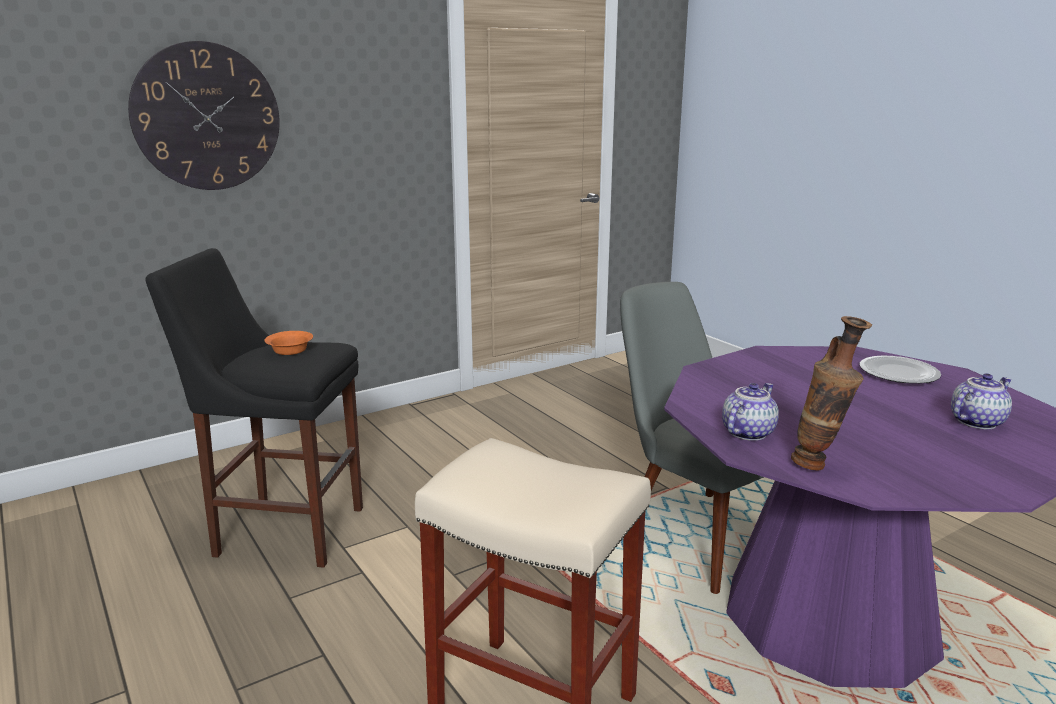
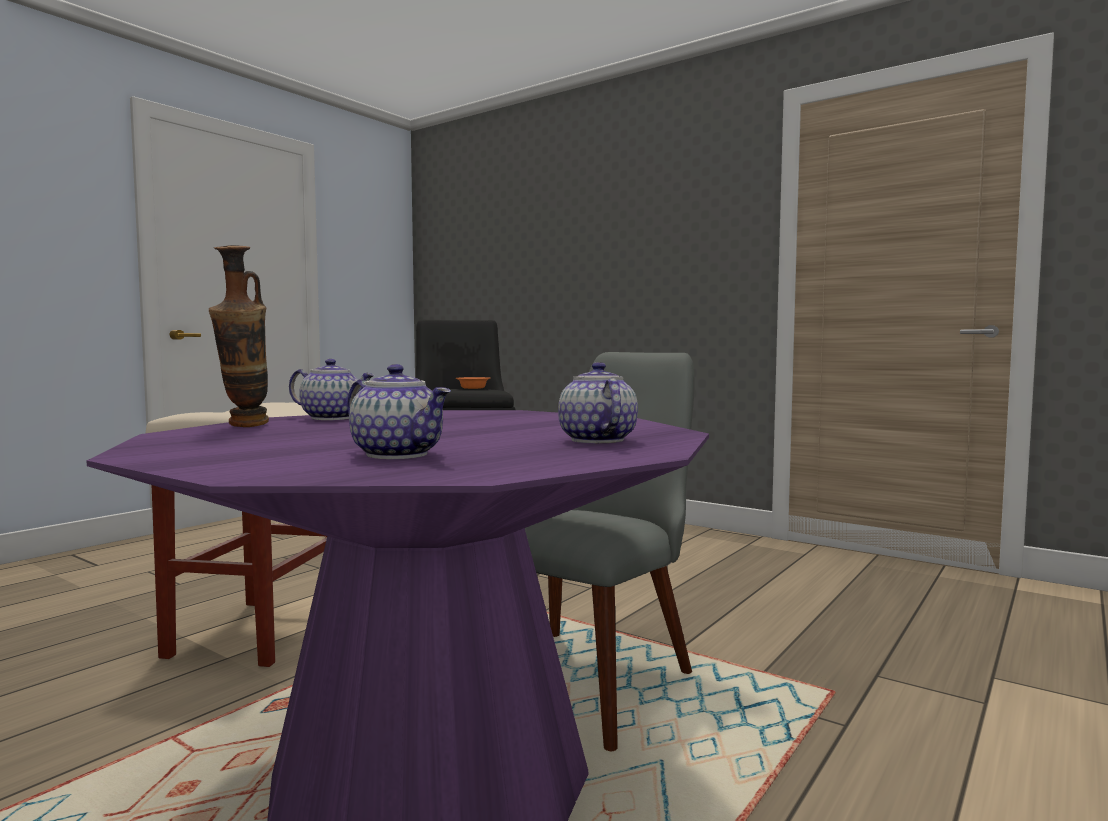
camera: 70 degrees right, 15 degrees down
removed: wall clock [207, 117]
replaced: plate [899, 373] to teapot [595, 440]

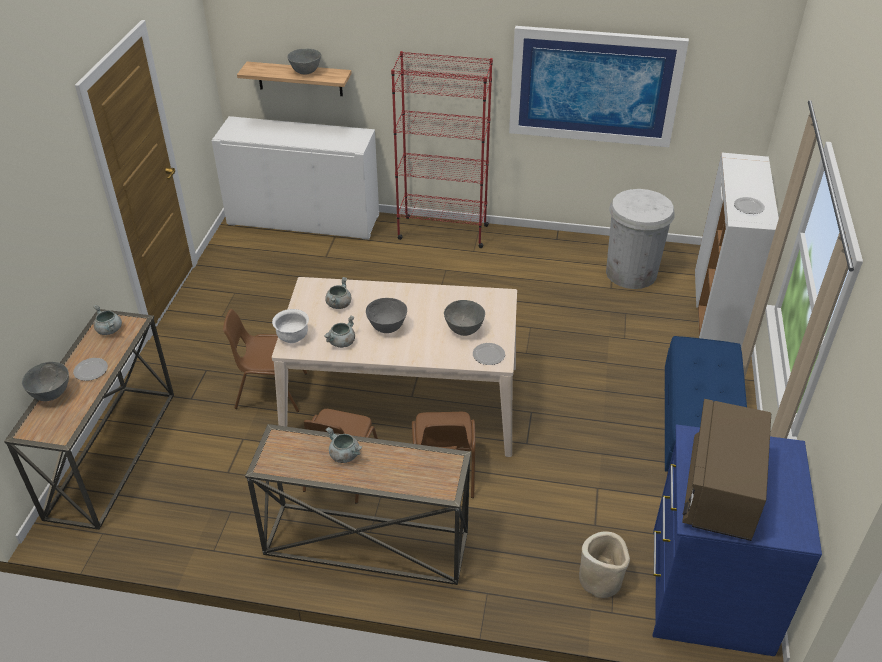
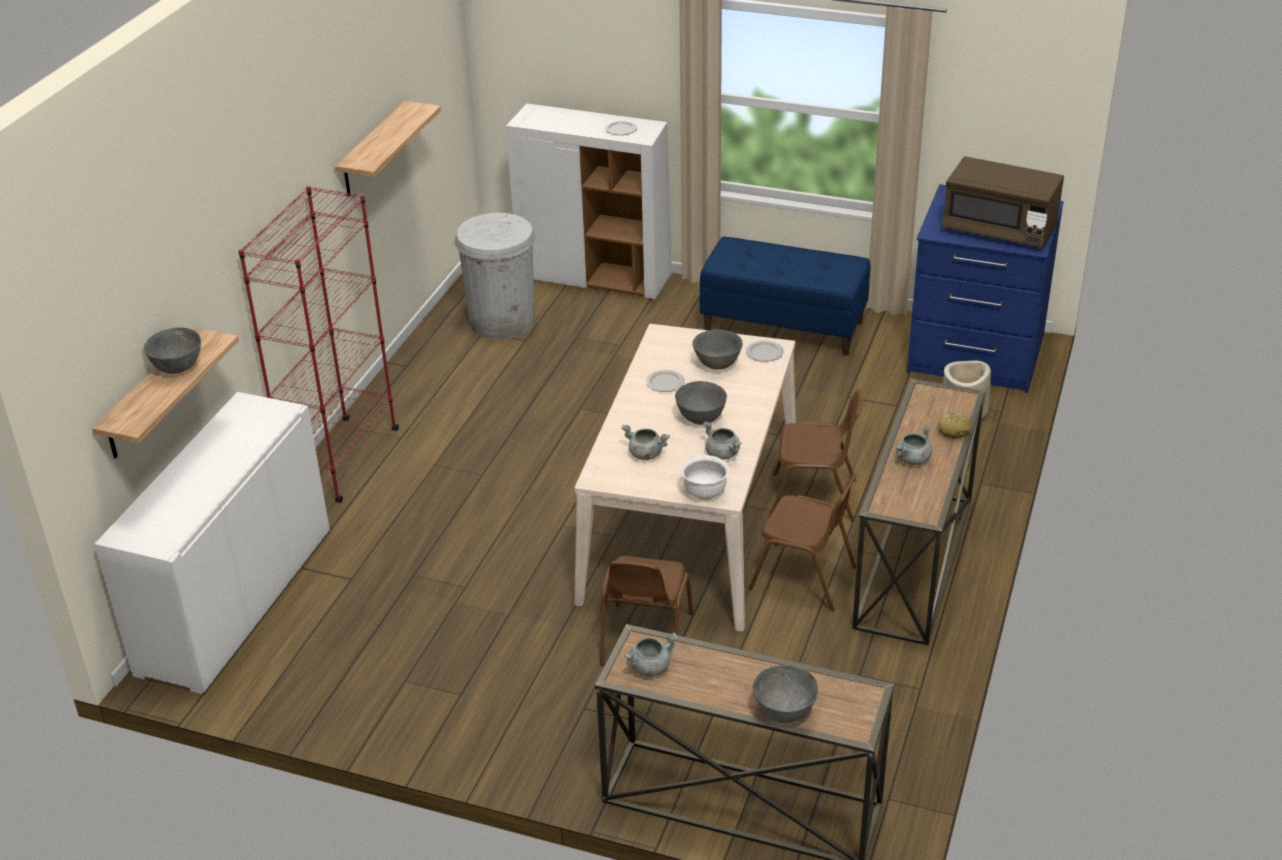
camera: 80 degrees left, 5 degrees down
added: bread [954, 431]
moved: plate [91, 370] to [665, 382]
replaced: picture [594, 86] to shelf [373, 150]

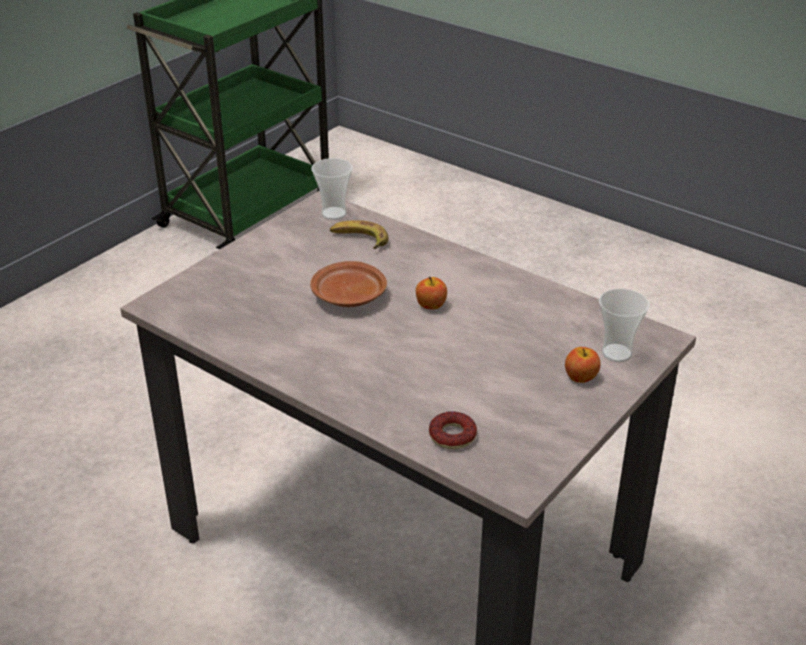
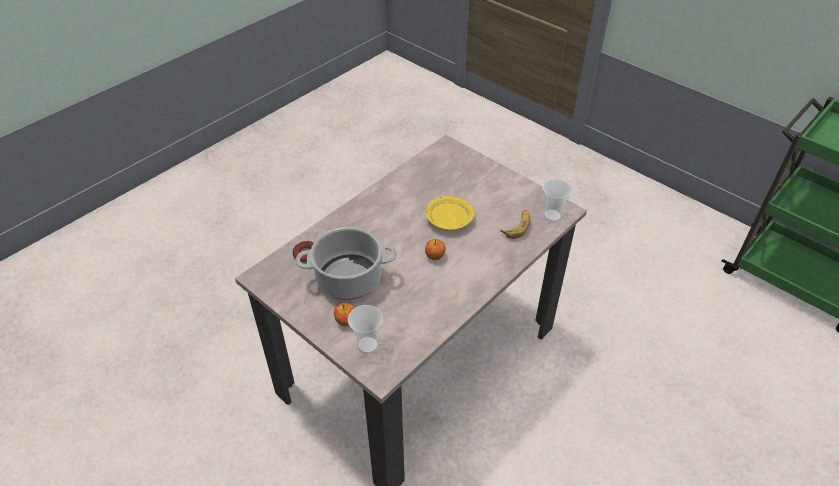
camera: 95 degrees right, 10 degrees up
added: cooking pot [348, 279]
recoloured: plate (brown) [349, 296] to plate (yellow) [448, 219]

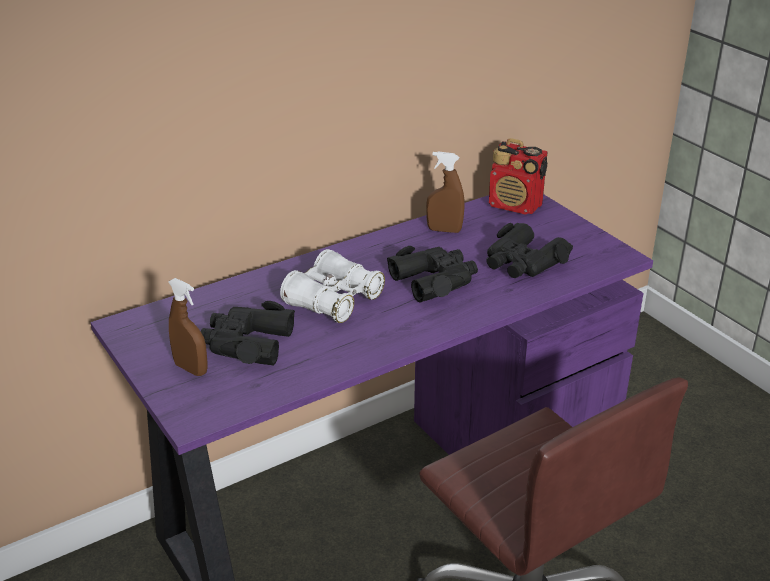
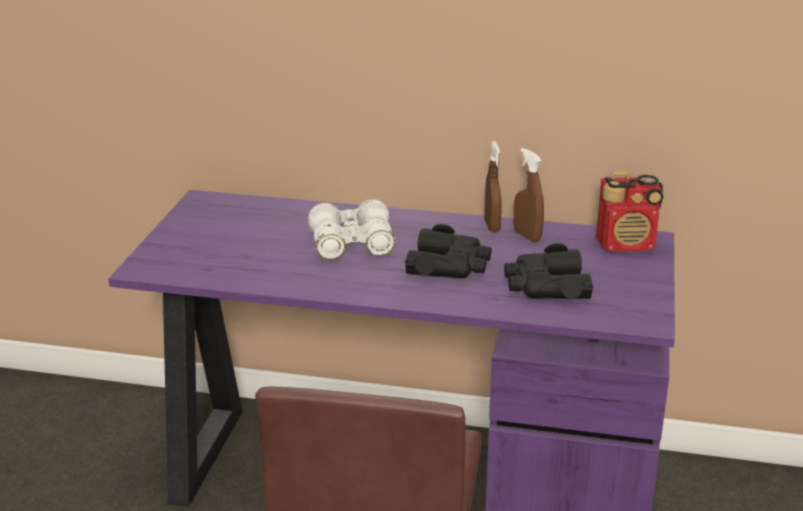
camera: 45 degrees right, 5 degrees down
removed: binoculars (black) [246, 343]
moved: spray bottle (brown) [191, 369] to [492, 226]
turned: radio [515, 206] = [627, 244] 75 degrees counterclockwise

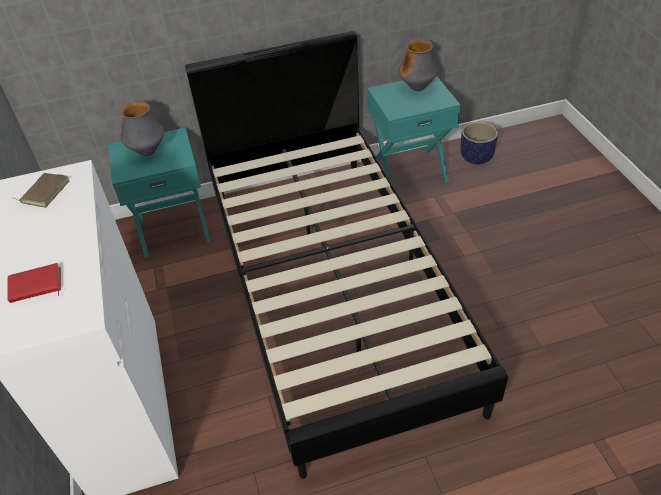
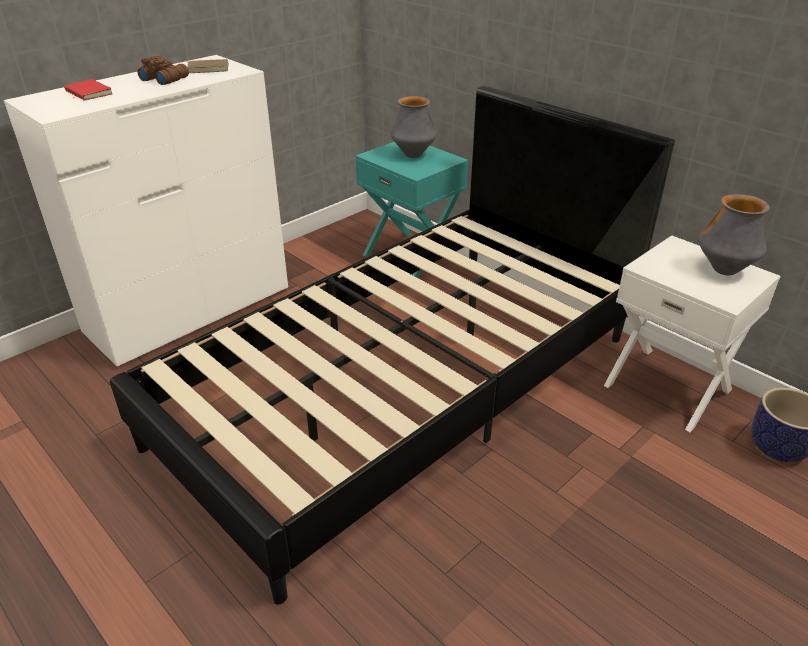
camera: 60 degrees right, 10 degrees down
added: binoculars (brown) [165, 79]
recoloured: nightstand (turquoise) [409, 171] to nightstand (white) [668, 386]

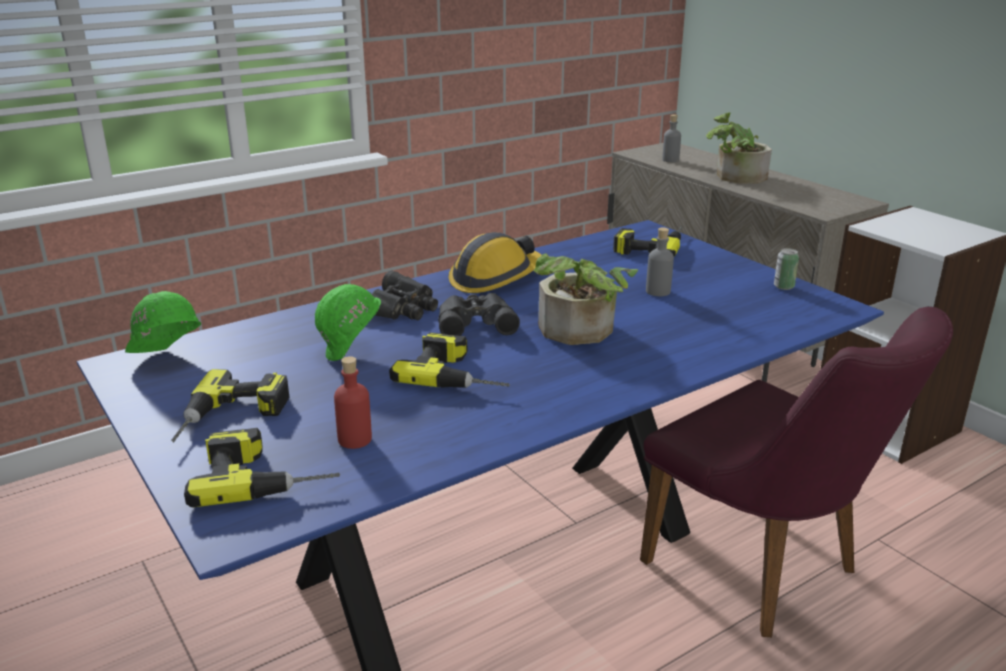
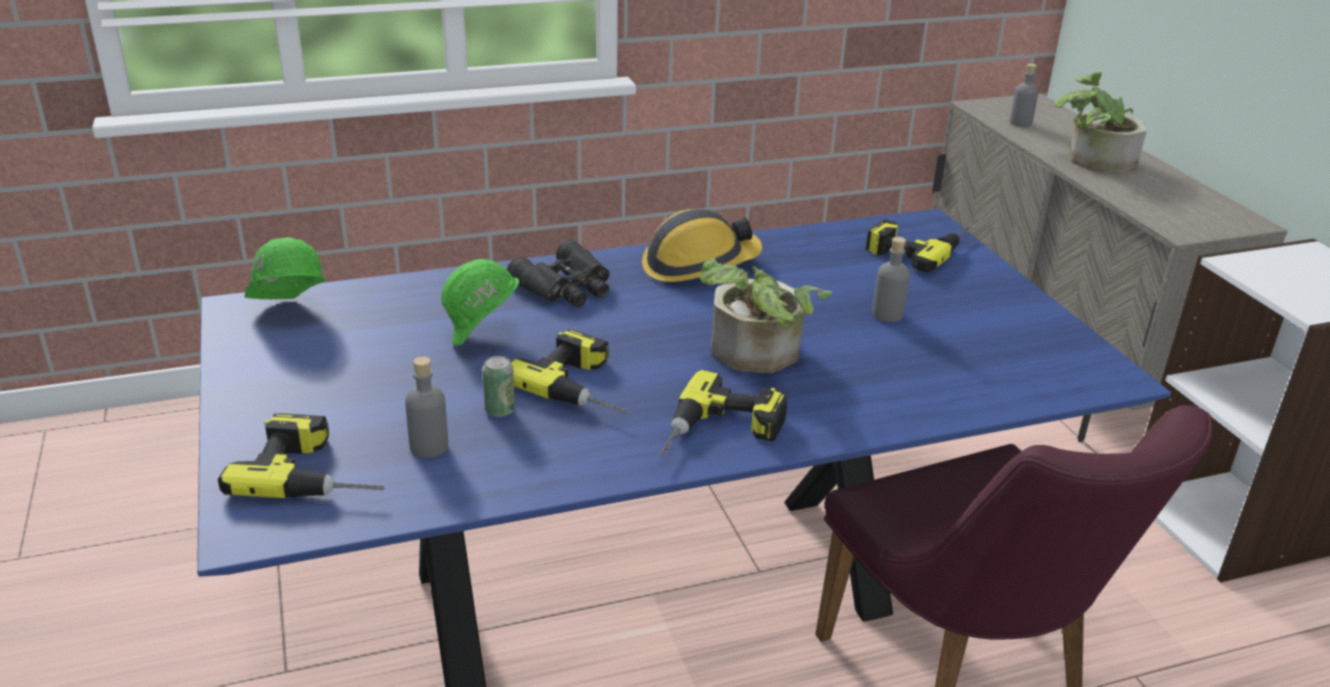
camera: 15 degrees right, 5 degrees up
removed: binoculars (black) [475, 322]
moved: power drill [232, 418] to [721, 434]; can [783, 287] to [500, 410]
recoloured: bottle (red) [355, 439] to bottle (grey) [429, 447]

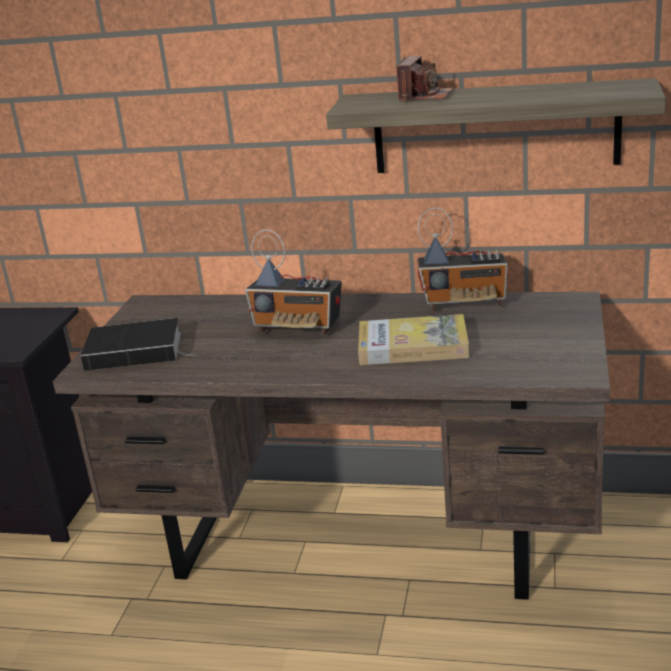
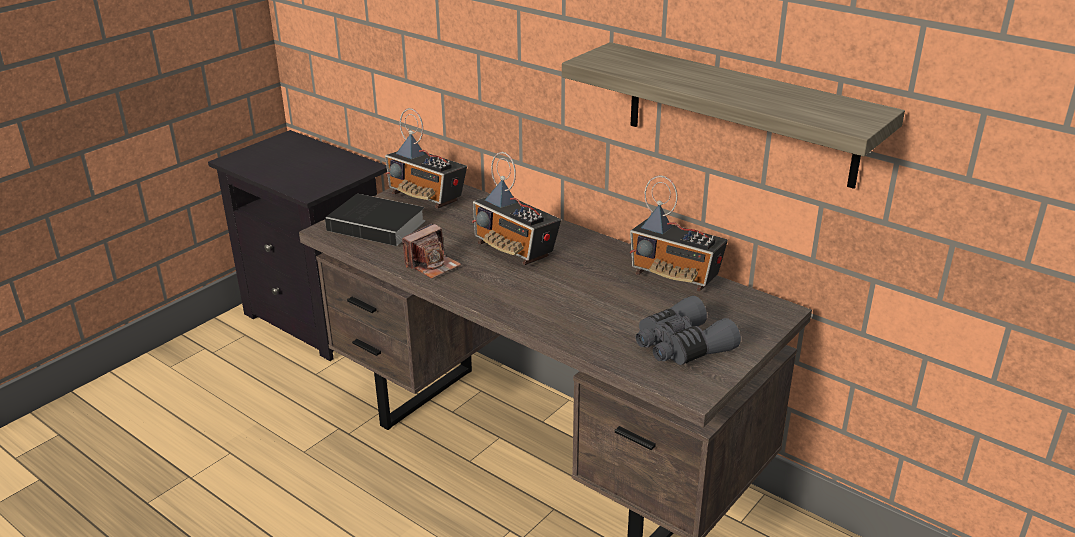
camera: 25 degrees right, 5 degrees up
removed: book [413, 345]
added: radio [427, 197]; binoculars (grey) [681, 346]
moved: photo camera [425, 96] to [432, 265]

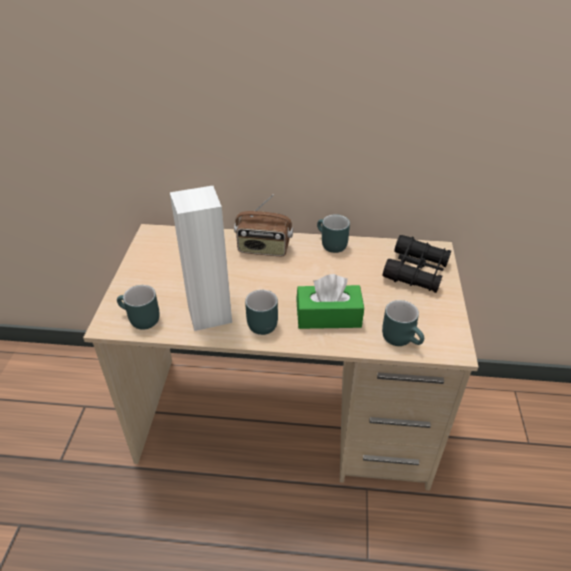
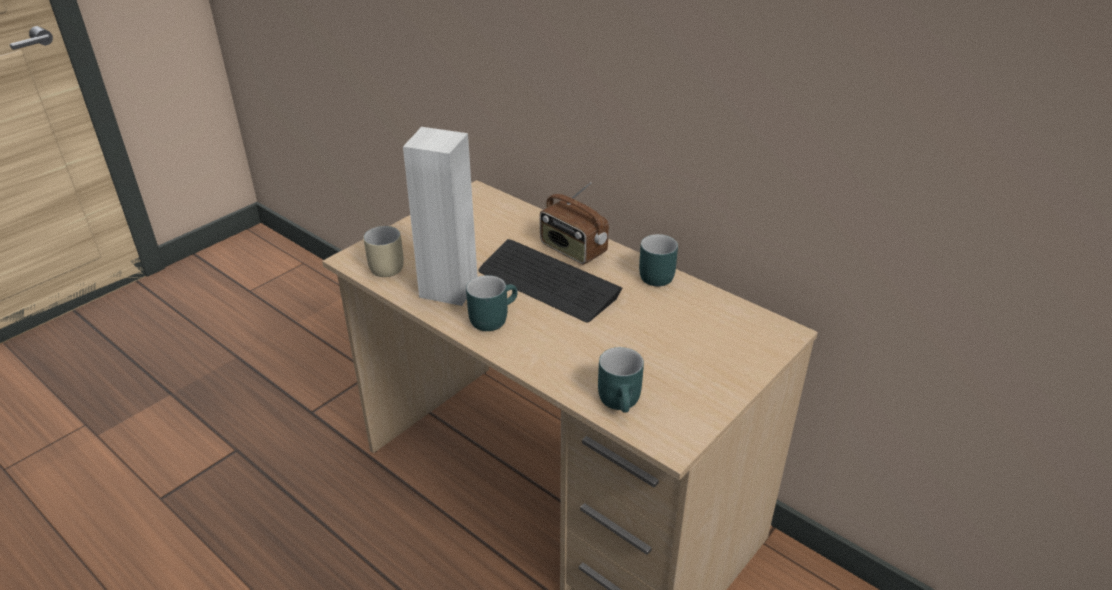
camera: 35 degrees right, 5 degrees down
removed: tissue box (green) [328, 316]; binoculars (black) [416, 271]
added: keyboard [548, 283]
recoloured: mug (turquoise) [139, 320] to mug (beige) [382, 266]

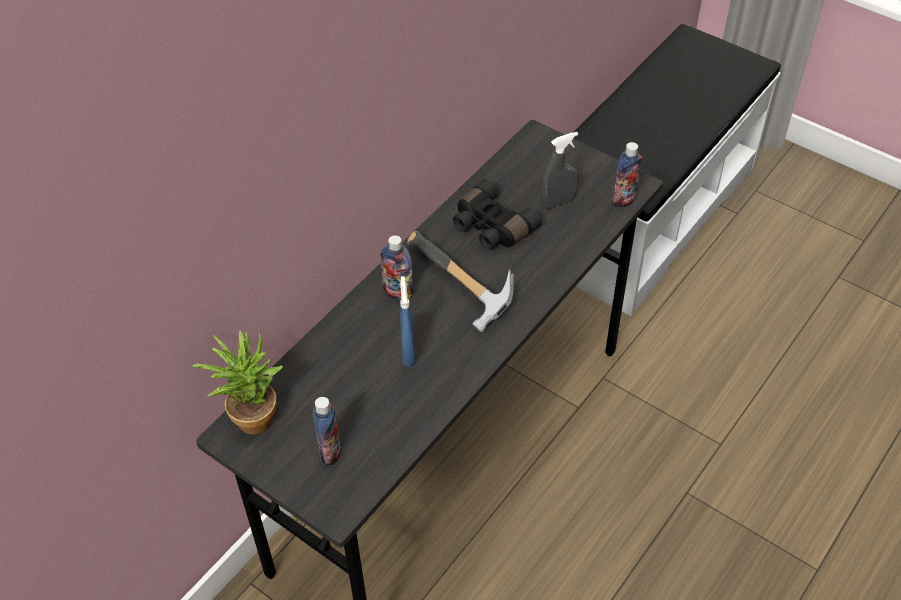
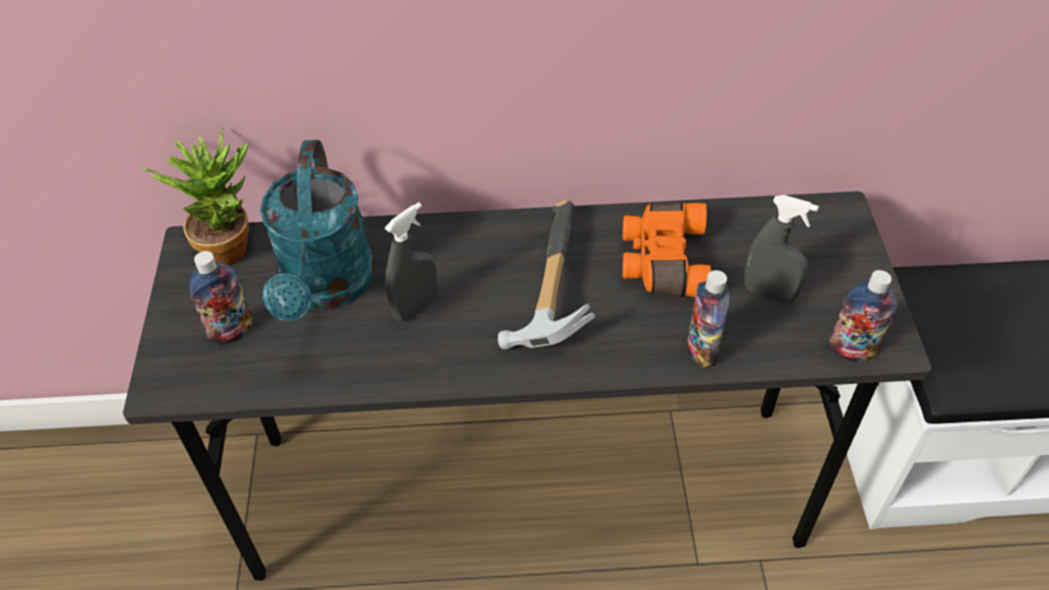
camera: 50 degrees right, 0 degrees up
added: watering can (turquoise) [326, 289]
moved: bottle [398, 292] to [701, 351]
recoloured: spray bottle (blue) [408, 353] to spray bottle (grey) [415, 307]; binoculars (black) [491, 227] to binoculars (orange) [662, 261]

